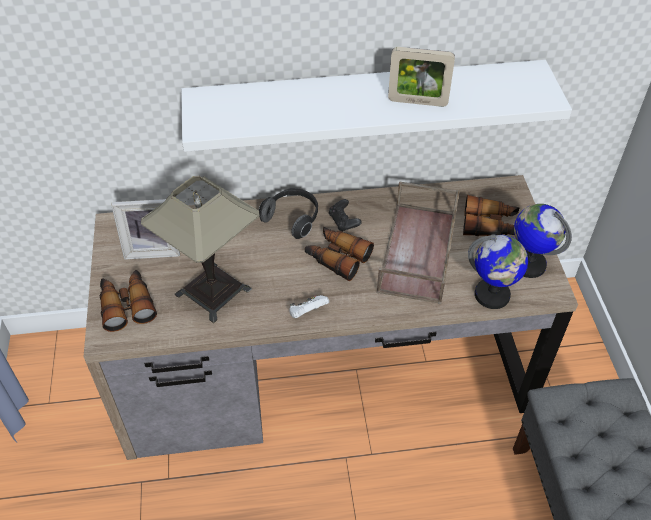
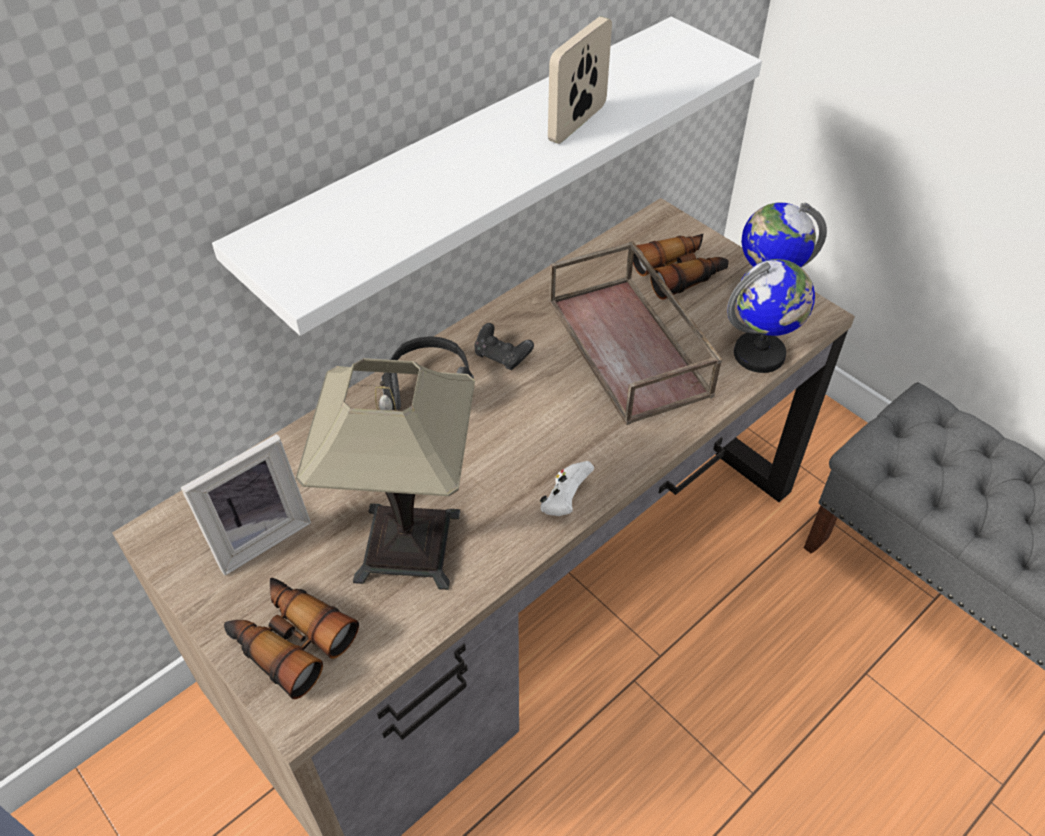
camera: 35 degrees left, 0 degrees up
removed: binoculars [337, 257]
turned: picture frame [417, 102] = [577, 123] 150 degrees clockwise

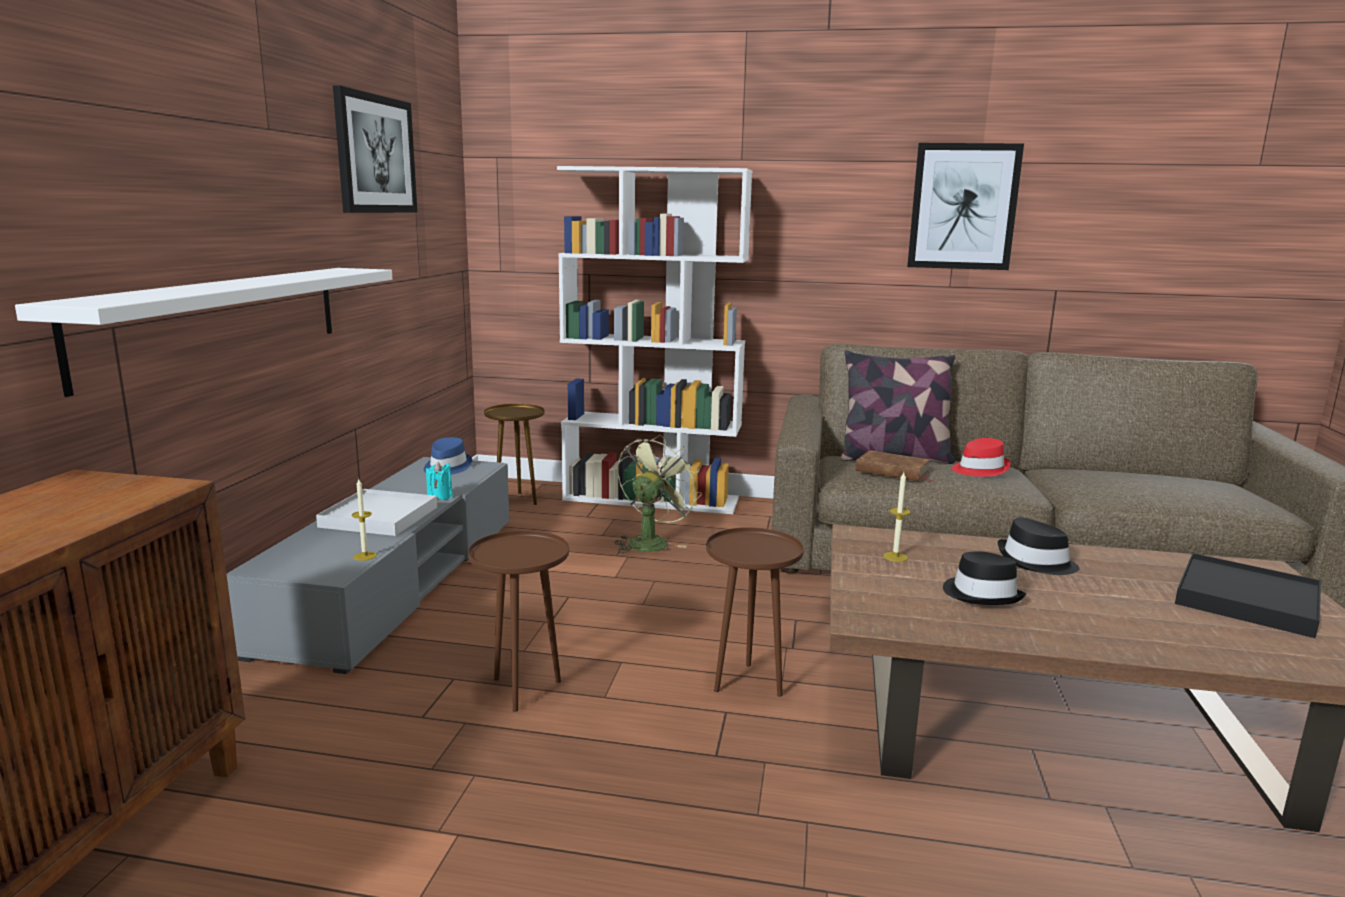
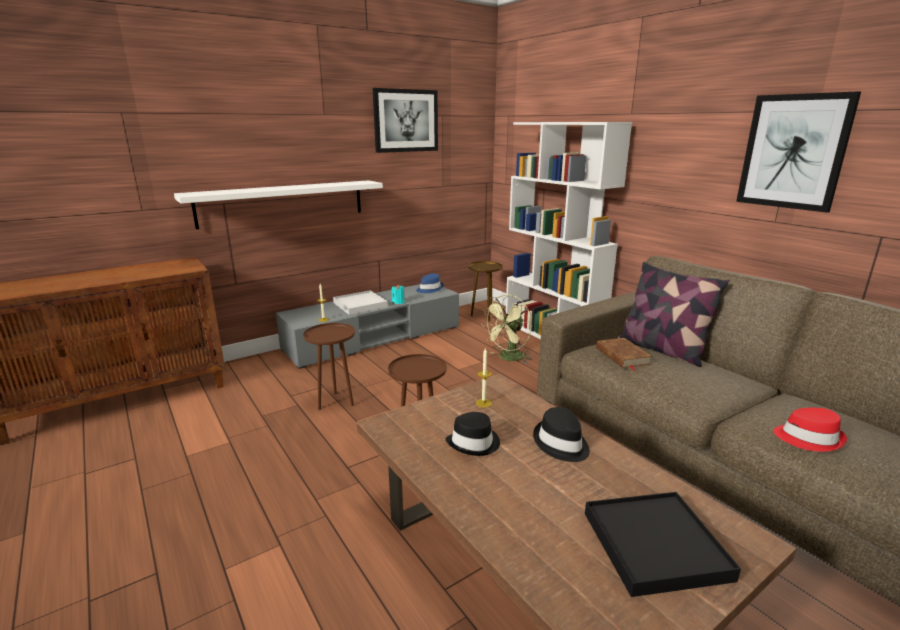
camera: 45 degrees right, 5 degrees up
moved: hat (red) [979, 469] to [808, 438]
turned: fan (green) [651, 541] = [508, 358] 150 degrees clockwise

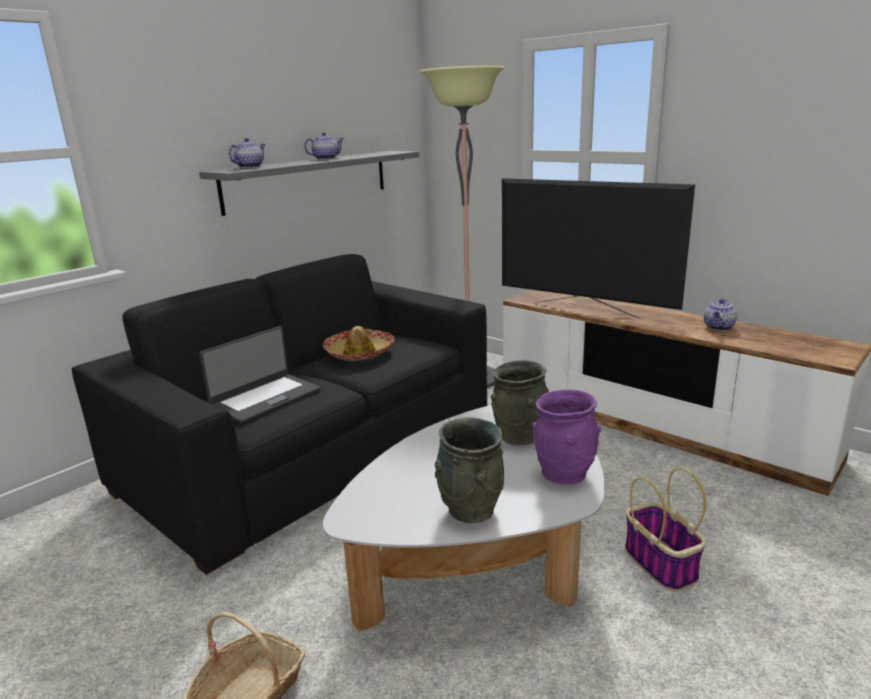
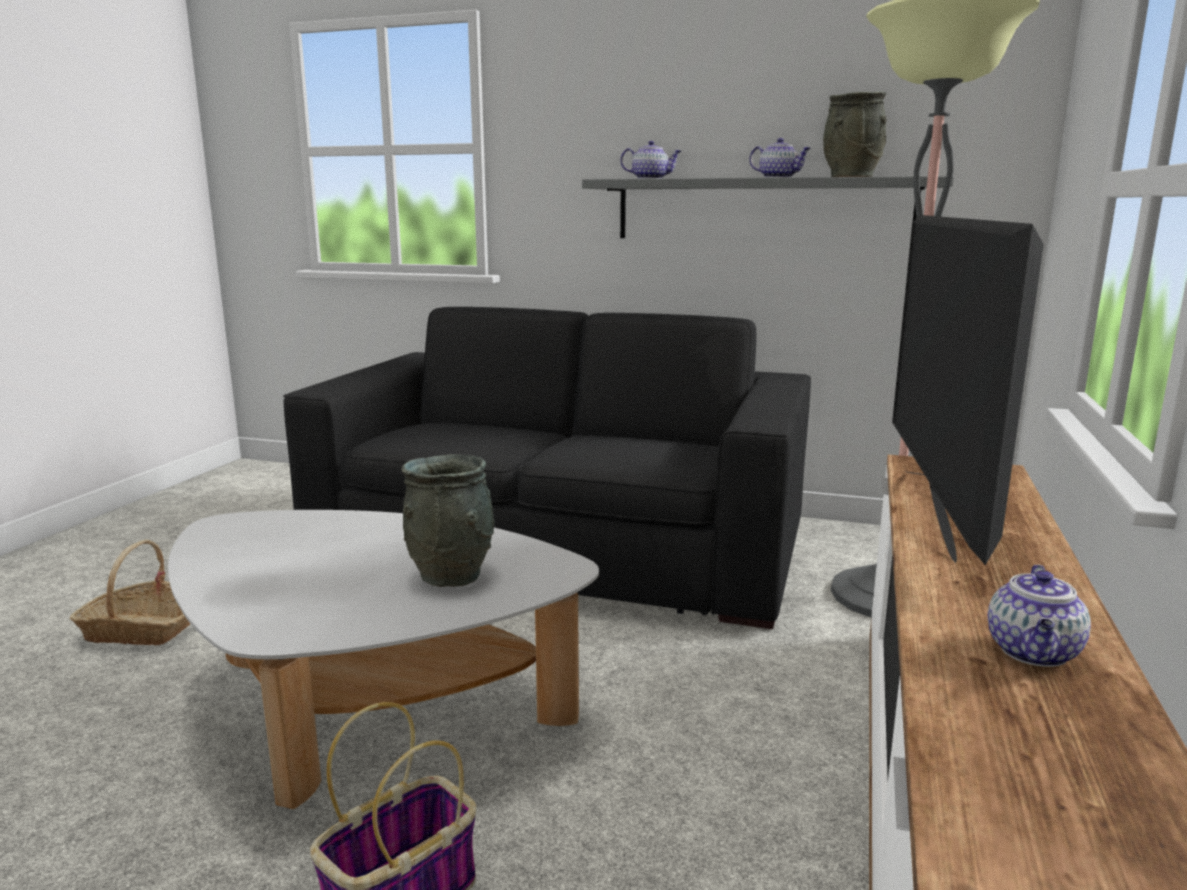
camera: 65 degrees right, 5 degrees down
removed: laptop [265, 398]; hat [359, 352]; vase (purple) [564, 473]
moved: vase (grey) [470, 510] to [851, 177]
turned: teapot [719, 327] = [1034, 653] 75 degrees counterclockwise

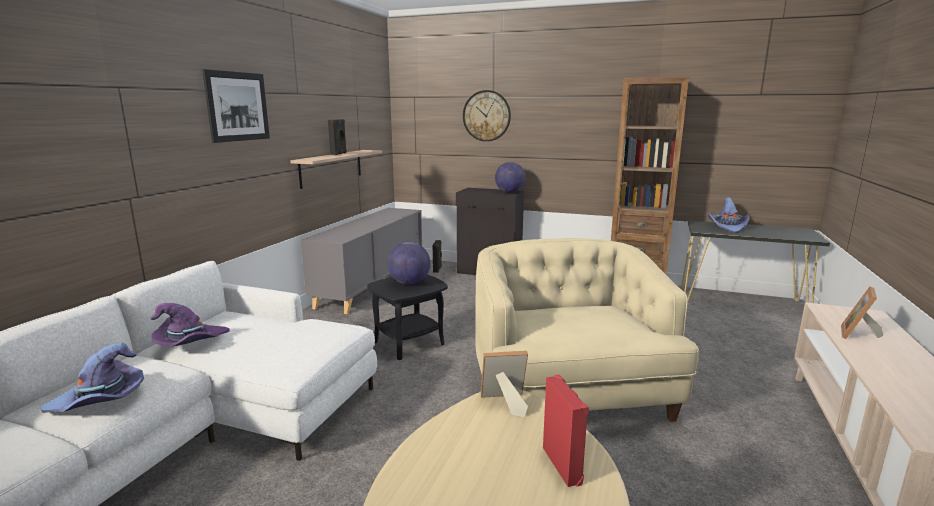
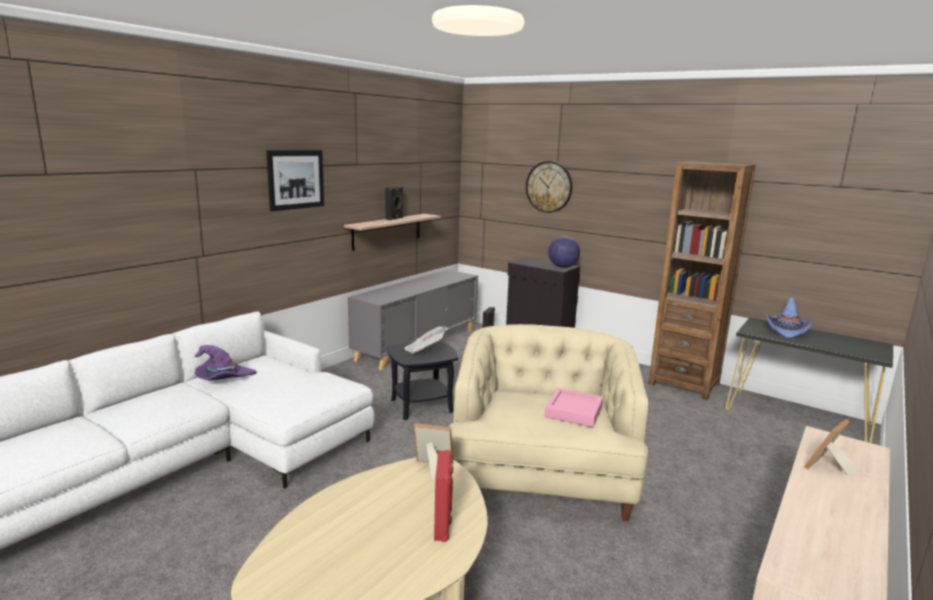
camera: 15 degrees right, 0 degrees up
removed: hat (purple) [100, 400]
added: tray (pink) [573, 412]
replaced: globe [409, 283] to newspaper [425, 350]

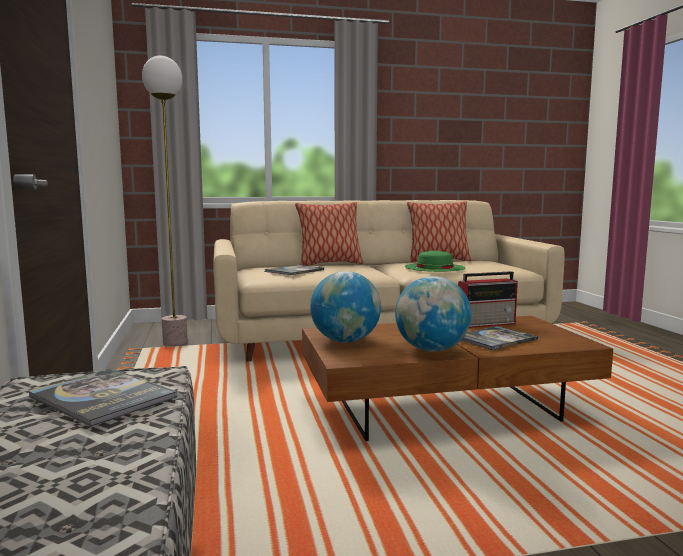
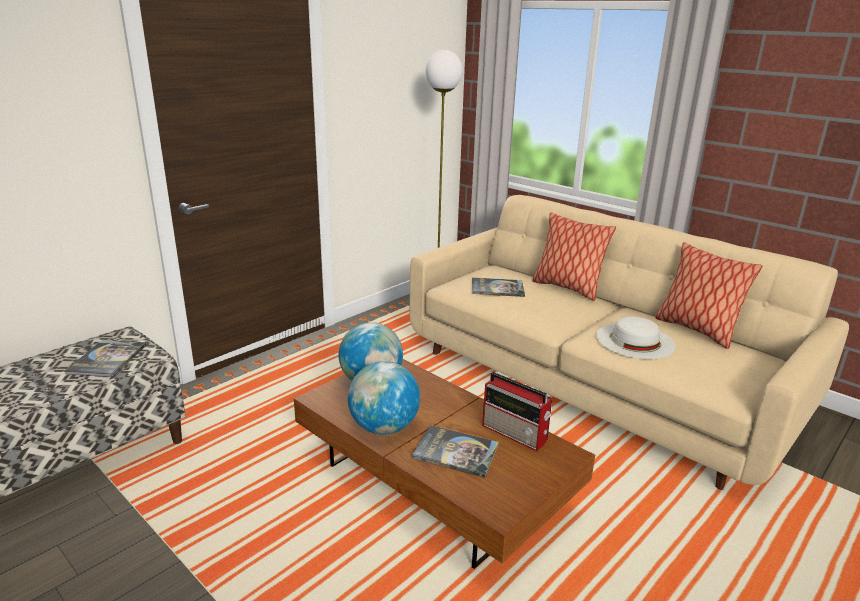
camera: 55 degrees right, 15 degrees up
recoloured: hat (green) [434, 267] to hat (white) [635, 340]

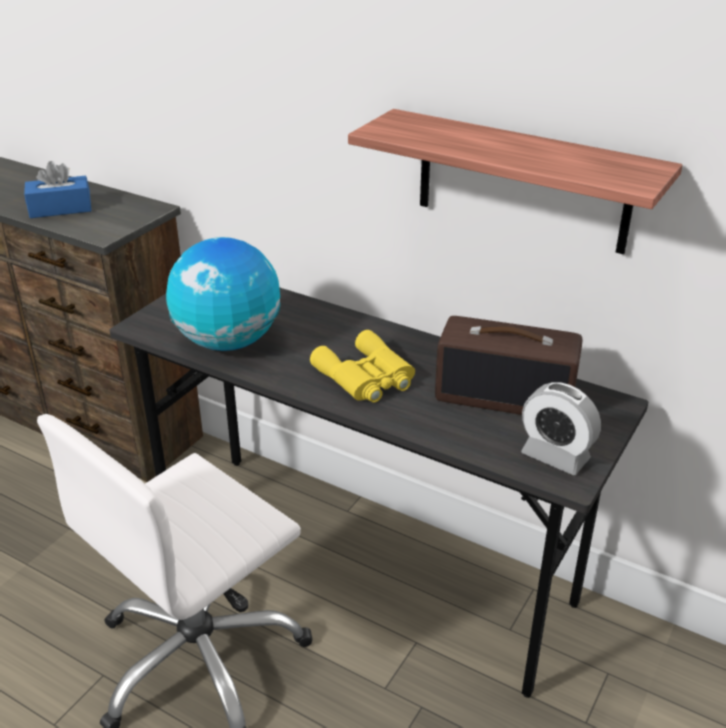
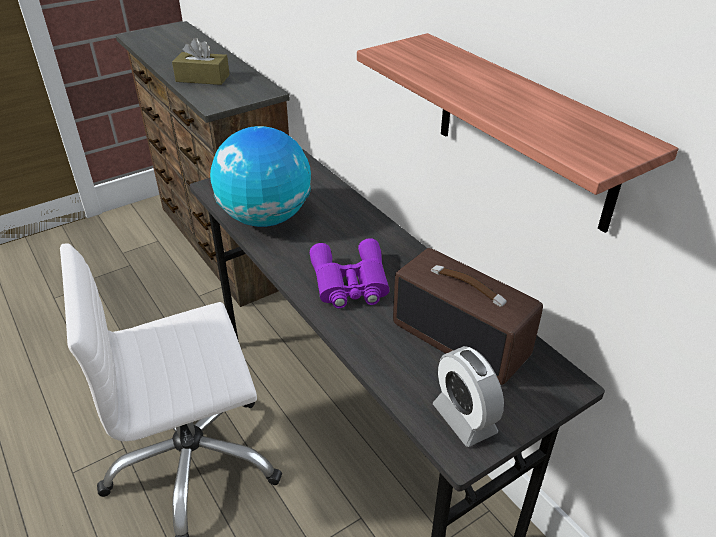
camera: 25 degrees right, 5 degrees up
recoloured: tissue box (blue) [60, 208] to tissue box (brown) [202, 78]; binoculars (yellow) [366, 378] to binoculars (purple) [350, 282]

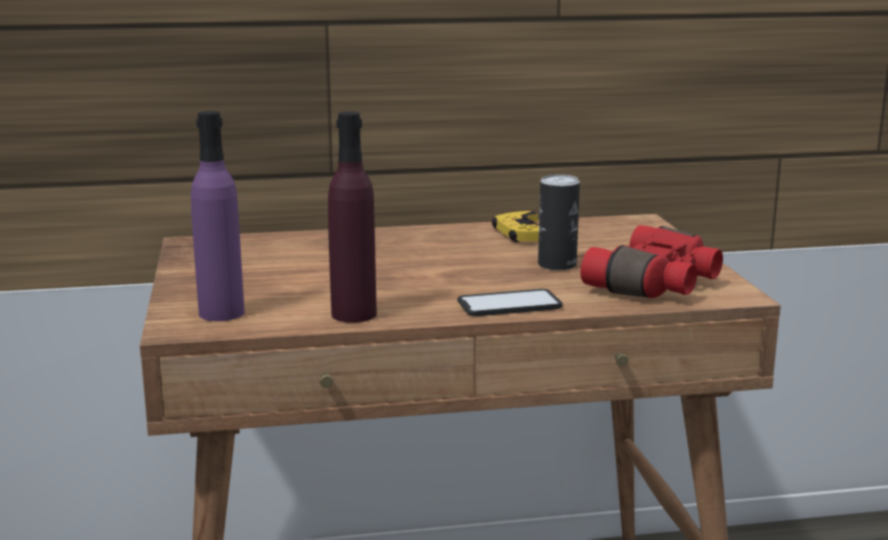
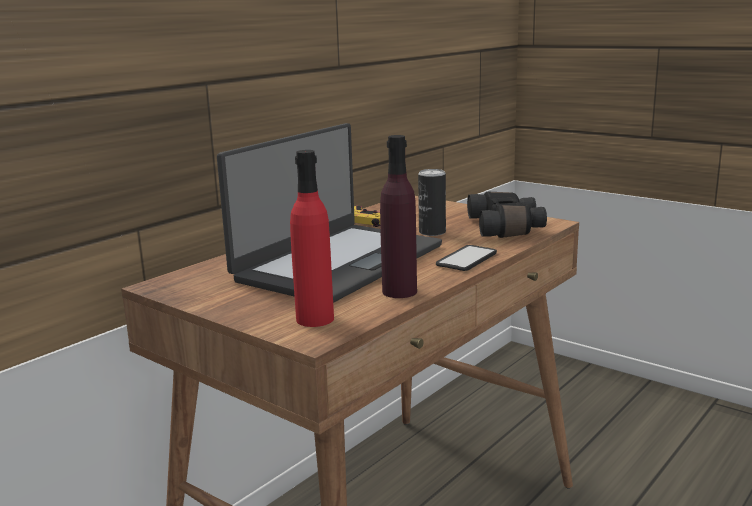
camera: 40 degrees left, 0 degrees up
added: laptop [338, 262]
recoloured: bottle (purple) [221, 313] to bottle (red) [315, 319]; binoculars (red) [657, 285] to binoculars (black) [507, 228]

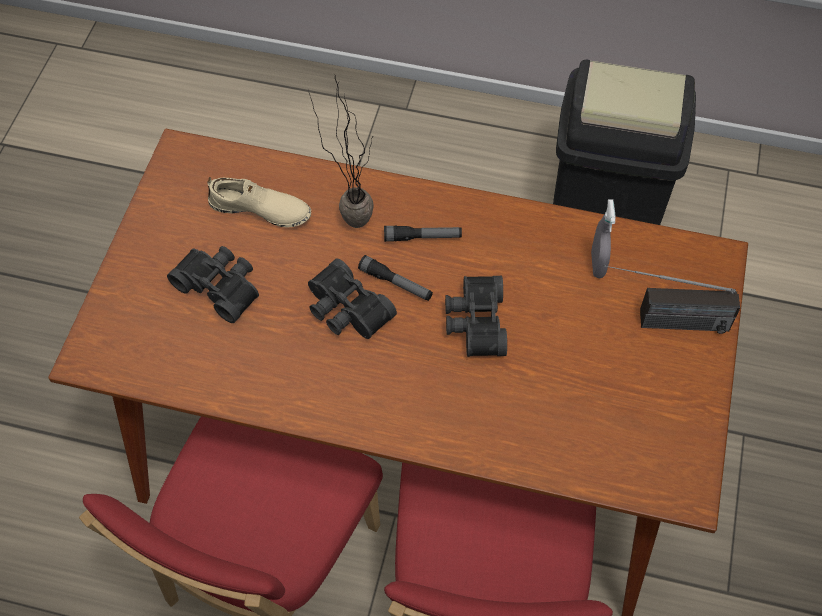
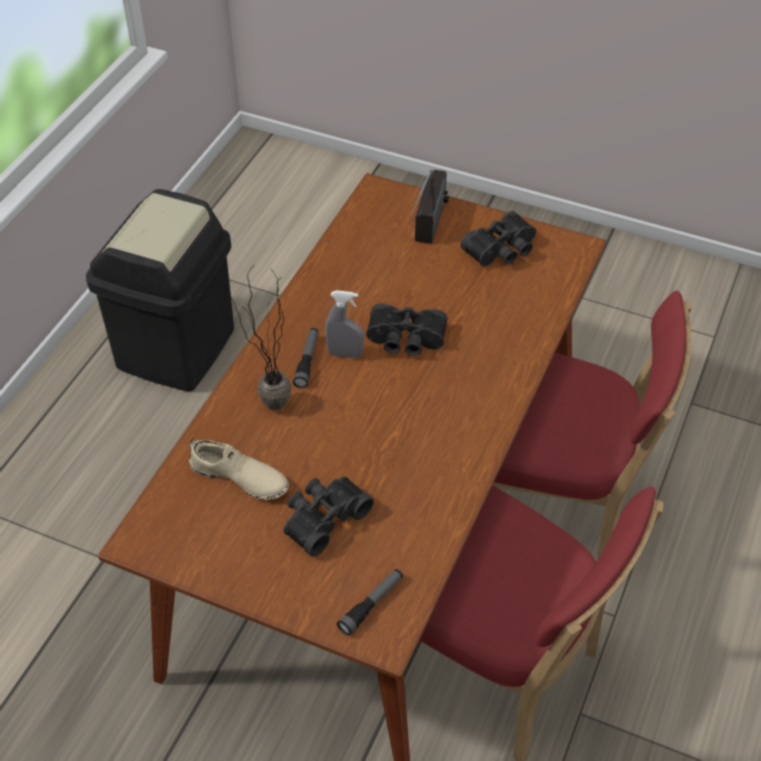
camera: 80 degrees left, 10 degrees down
moved: binoculars (black) [345, 311] to [502, 250]; flashlight [396, 283] to [371, 605]; spray bottle (grey) [597, 264] to [345, 354]
turned: shoe (beige) [260, 210] = [239, 478] 90 degrees clockwise

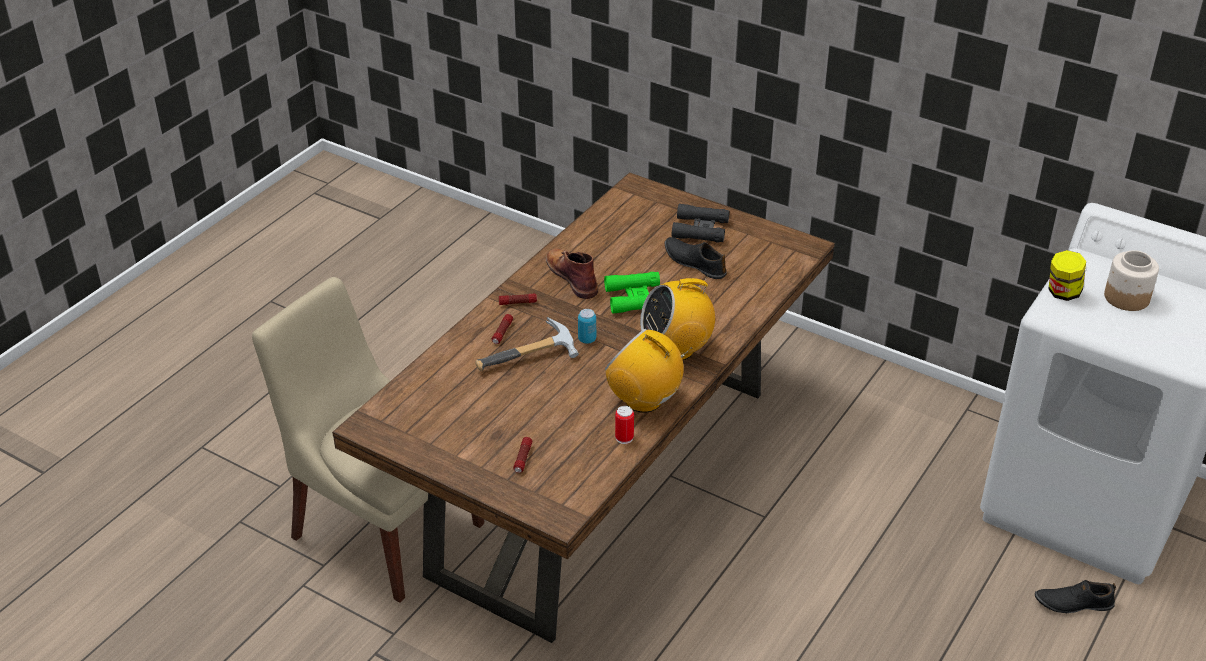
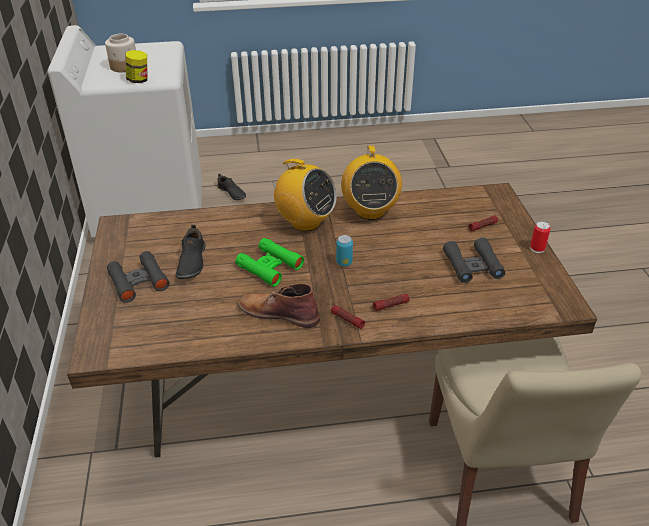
camera: 130 degrees left, 0 degrees up
removed: hammer [530, 360]
added: binoculars (black) [472, 266]
moved: can [624, 438] to [537, 248]
turned: boot (brown) [572, 276] = [278, 312] 90 degrees clockwise

